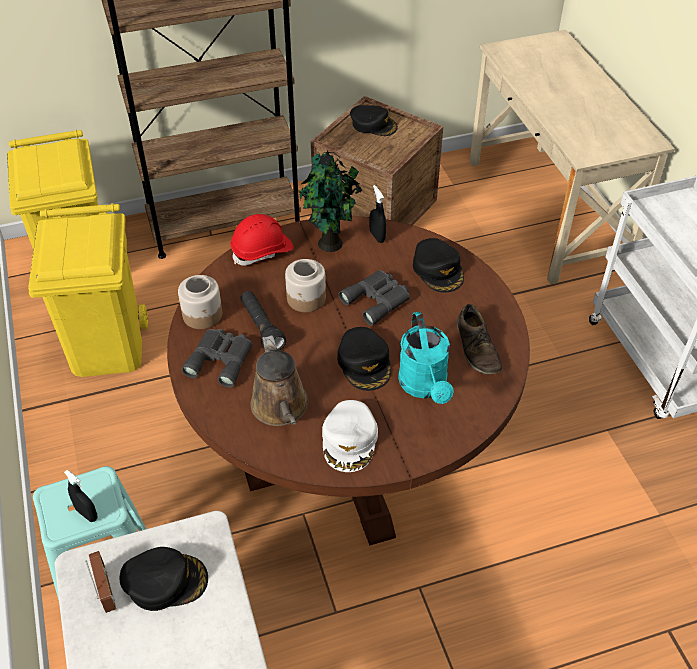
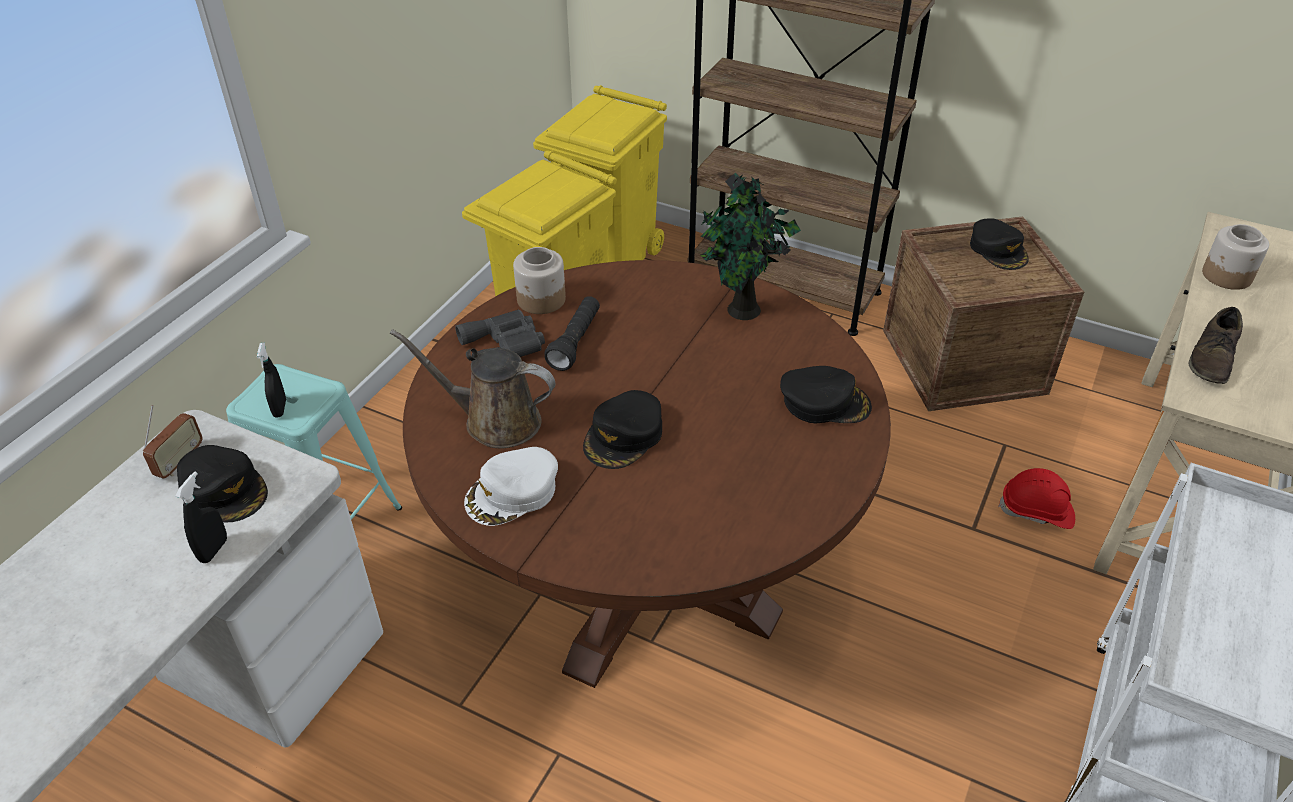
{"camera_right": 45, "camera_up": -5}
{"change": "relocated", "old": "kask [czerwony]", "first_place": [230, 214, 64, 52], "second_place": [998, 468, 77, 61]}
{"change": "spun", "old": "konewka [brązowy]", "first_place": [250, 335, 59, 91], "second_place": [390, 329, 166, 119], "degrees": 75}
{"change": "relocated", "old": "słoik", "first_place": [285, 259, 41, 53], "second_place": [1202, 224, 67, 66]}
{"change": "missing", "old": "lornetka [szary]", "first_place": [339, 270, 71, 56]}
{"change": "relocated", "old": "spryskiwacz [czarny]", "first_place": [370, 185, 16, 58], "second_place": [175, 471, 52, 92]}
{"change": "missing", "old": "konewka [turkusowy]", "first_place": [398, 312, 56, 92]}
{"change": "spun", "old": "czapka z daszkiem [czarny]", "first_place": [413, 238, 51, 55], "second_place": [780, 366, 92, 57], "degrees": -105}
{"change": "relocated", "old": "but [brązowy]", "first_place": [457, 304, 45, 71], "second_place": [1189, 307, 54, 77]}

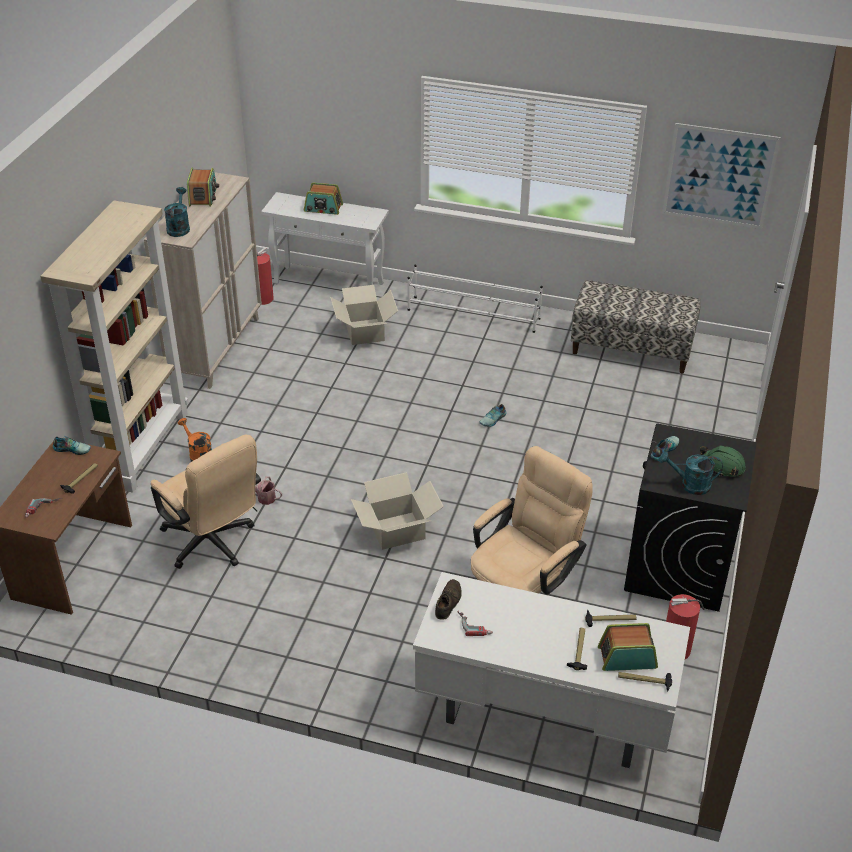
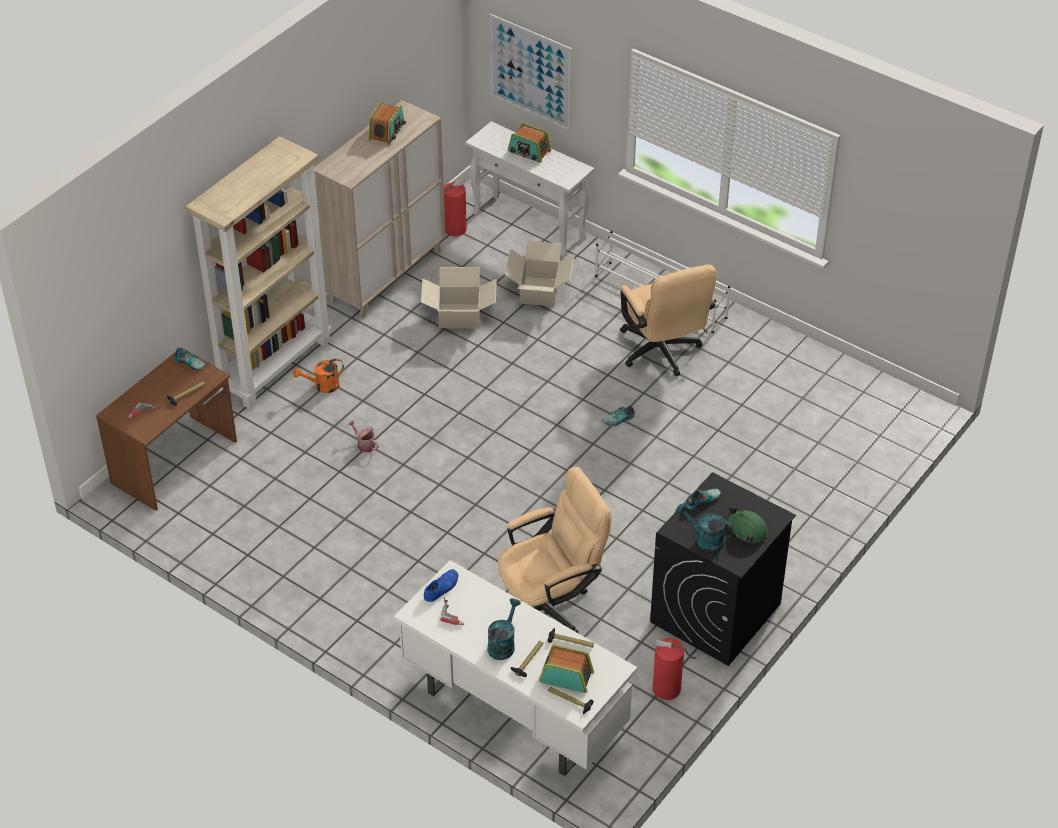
{"camera_right": 20, "camera_up": 5}
{"change": "relocated", "old": "krzesło biurowe [beżowy]", "first_place": [151, 435, 110, 134], "second_place": [620, 264, 96, 112]}
{"change": "relocated", "old": "konewka [turkusowy]", "first_place": [164, 187, 26, 50], "second_place": [488, 598, 33, 62]}
{"change": "spun", "old": "konewka [pomarańczowy]", "first_place": [178, 418, 34, 44], "second_place": [293, 358, 51, 35], "degrees": -90}
{"change": "relocated", "old": "karton", "first_place": [351, 472, 93, 78], "second_place": [421, 267, 76, 61]}
{"change": "colour", "old": "but [brązowy]", "new": "but [niebieski]", "first_place": [435, 579, 27, 41], "second_place": [424, 569, 34, 33]}
{"change": "missing", "old": "ławka", "first_place": [571, 280, 130, 93]}
{"change": "relocated", "old": "obraz", "first_place": [662, 123, 119, 106], "second_place": [490, 14, 82, 117]}

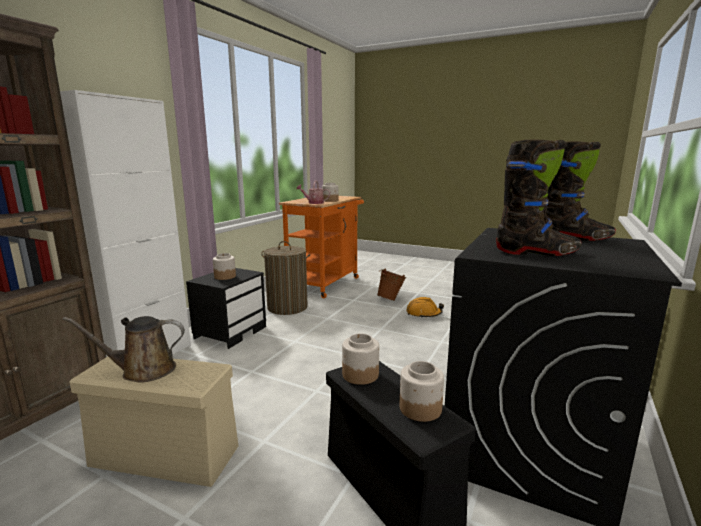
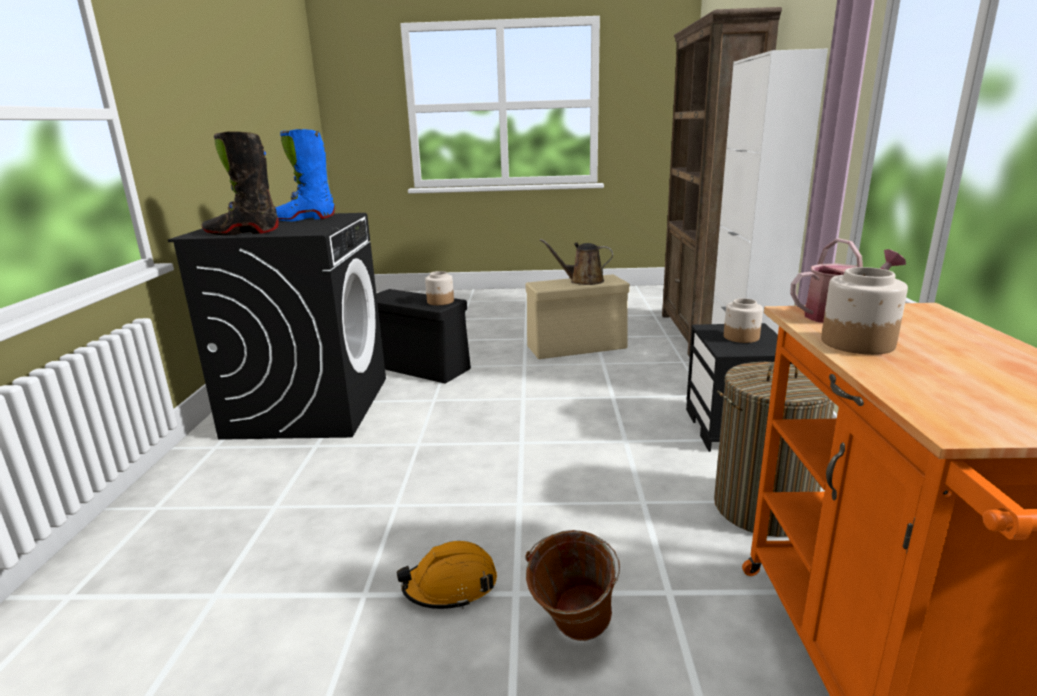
{"camera_right": 155, "camera_up": 5}
{"change": "spun", "old": "konewka [brązowy]", "first_place": [62, 316, 123, 67], "second_place": [540, 239, 73, 46], "degrees": -135}
{"change": "missing", "old": "słoik", "first_place": [400, 361, 44, 61]}
{"change": "colour", "old": "but z cholewką [czarny]", "new": "but z cholewką [niebieski]", "first_place": [496, 139, 86, 117], "second_place": [275, 129, 60, 92]}

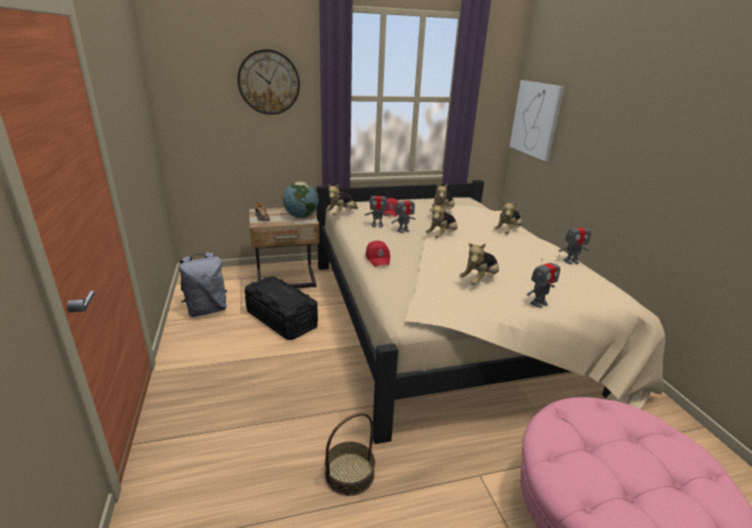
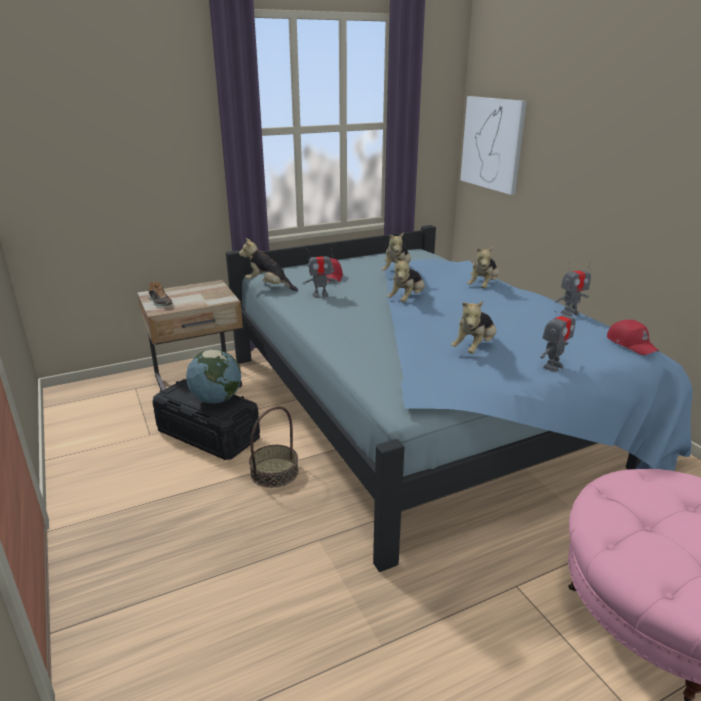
{"camera_right": -10, "camera_up": 0}
{"change": "missing", "old": "plecak [szary]", "first_place": [179, 252, 48, 65]}
{"change": "missing", "old": "zegar ścienny", "first_place": [238, 49, 62, 66]}
{"change": "relocated", "old": "globus", "first_place": [283, 182, 36, 36], "second_place": [186, 349, 55, 55]}
{"change": "colour", "old": "łóżko [beżowy]", "new": "łóżko [niebieski]", "first_place": [316, 180, 349, 264], "second_place": [226, 225, 467, 347]}
{"change": "relocated", "old": "koszyk", "first_place": [325, 413, 50, 83], "second_place": [249, 406, 50, 82]}
{"change": "spun", "old": "pluszak", "first_place": [326, 184, 32, 31], "second_place": [239, 238, 59, 53], "degrees": 90}
{"change": "relocated", "old": "czapka z daszkiem [czerwony]", "first_place": [366, 241, 24, 26], "second_place": [607, 320, 52, 35]}
{"change": "missing", "old": "robot zabawkowy", "first_place": [391, 195, 25, 38]}

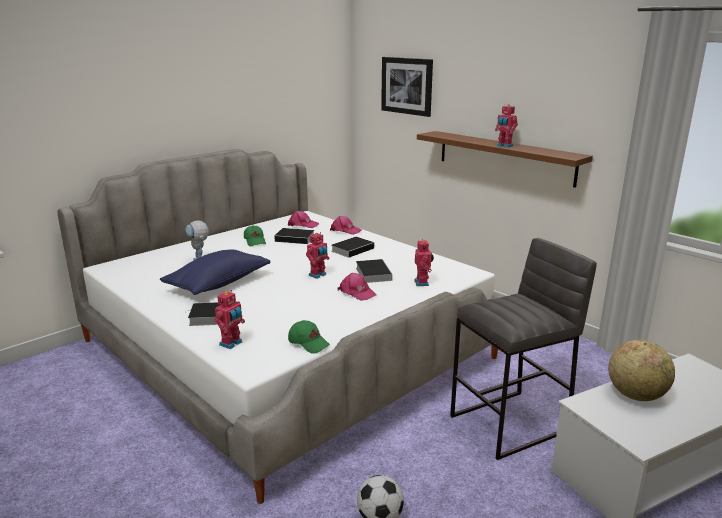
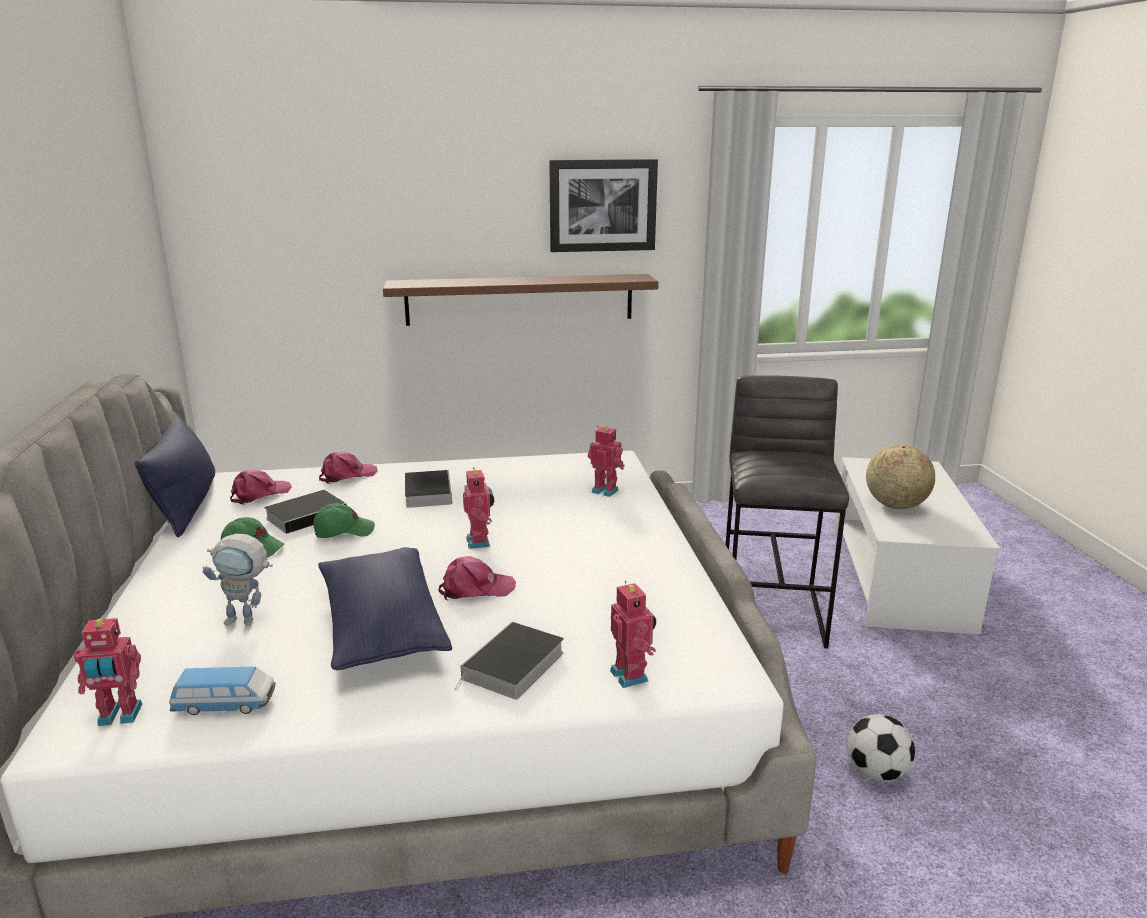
{"camera_right": -55, "camera_up": 0}
{"change": "relocated", "old": "czapka z daszkiem [zielony]", "first_place": [288, 320, 42, 34], "second_place": [313, 503, 62, 35]}
{"change": "relocated", "old": "czapka z daszkiem [różowy]", "first_place": [337, 273, 40, 28], "second_place": [438, 556, 78, 44]}
{"change": "missing", "old": "książka", "first_place": [356, 259, 36, 24]}
{"change": "relocated", "old": "obraz", "first_place": [381, 57, 52, 60], "second_place": [549, 159, 109, 93]}
{"change": "relocated", "old": "robot zabawkowy", "first_place": [495, 104, 23, 44], "second_place": [74, 618, 68, 108]}
{"change": "appeared", "new": "poduszka [niebieski]", "second_place": [135, 410, 80, 127]}
{"change": "appeared", "new": "samochodzik", "second_place": [169, 667, 106, 48]}

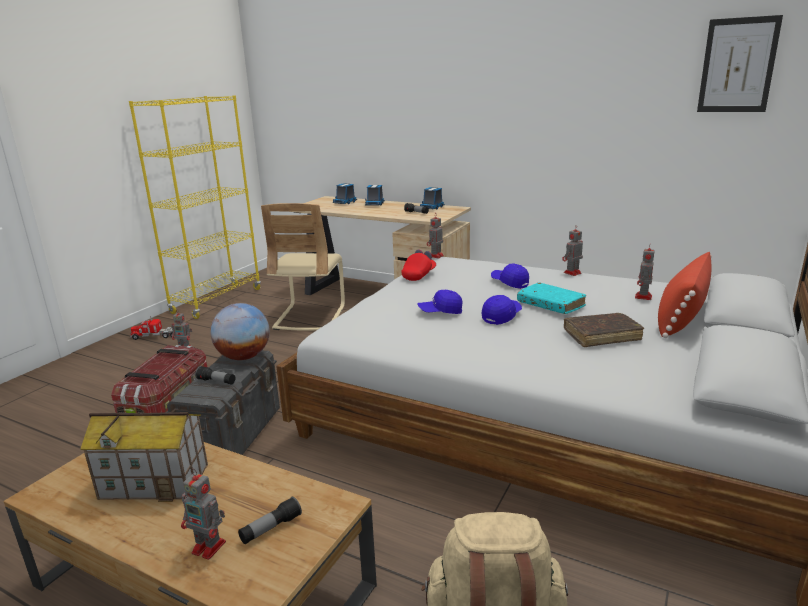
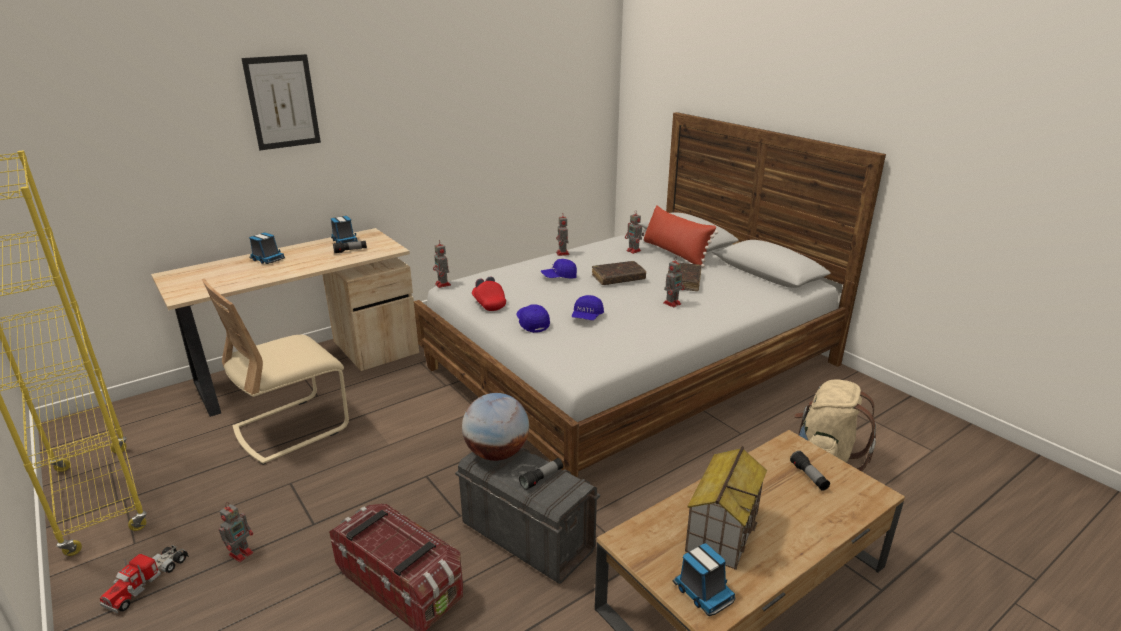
{"camera_right": -65, "camera_up": 5}
{"change": "relocated", "old": "robot zabawkowy", "first_place": [181, 468, 45, 92], "second_place": [663, 257, 22, 51]}
{"change": "spun", "old": "krzesło [beżowy]", "first_place": [261, 203, 84, 128], "second_place": [202, 278, 147, 187], "degrees": 105}
{"change": "relocated", "old": "ciężarówka zabawkowa", "first_place": [333, 183, 24, 21], "second_place": [673, 543, 62, 73]}
{"change": "relocated", "old": "czapka z daszkiem [niebieski]", "first_place": [482, 295, 40, 30], "second_place": [516, 304, 34, 29]}
{"change": "colour", "old": "książka [turkusowy]", "new": "książka [brązowy]", "first_place": [517, 282, 69, 32], "second_place": [592, 261, 54, 24]}
{"change": "relocated", "old": "obraz", "first_place": [697, 15, 86, 97], "second_place": [241, 54, 80, 96]}

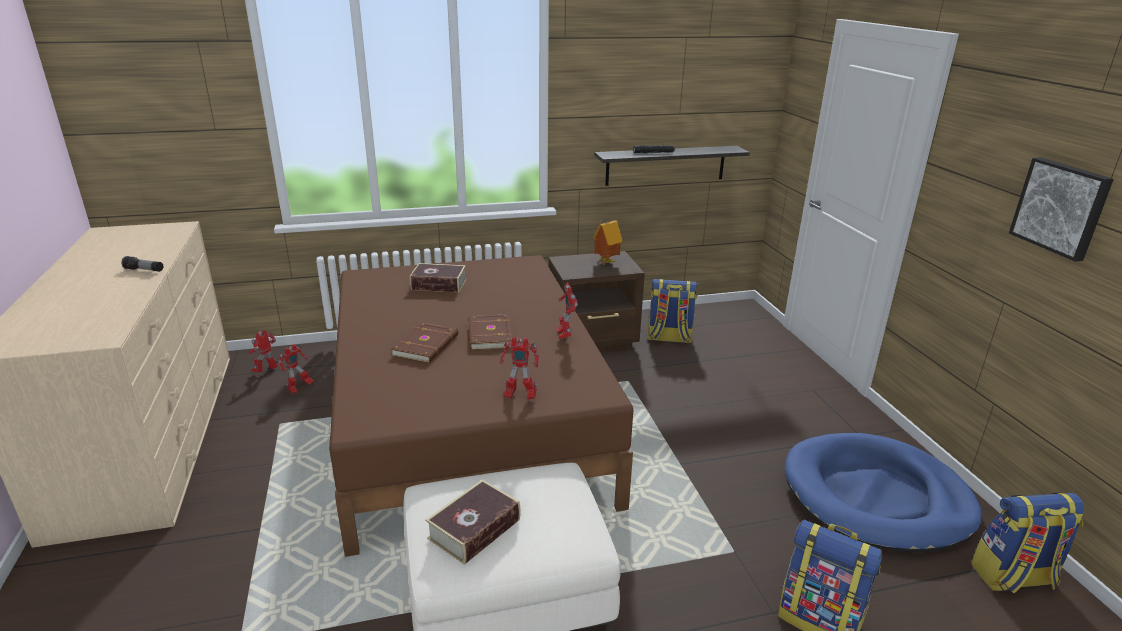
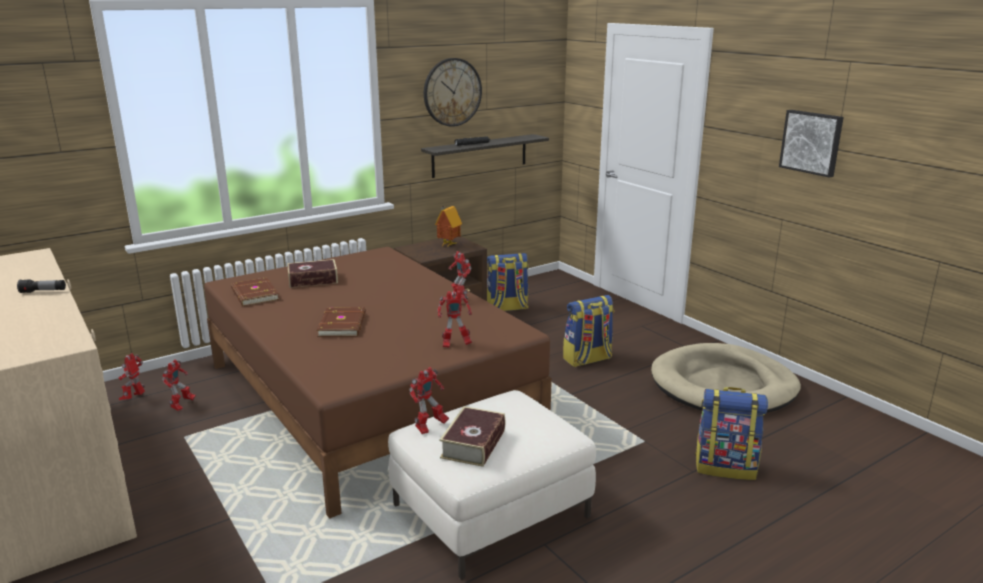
{"camera_right": -20, "camera_up": -5}
{"change": "relocated", "old": "książka [brązowy]", "first_place": [468, 314, 45, 36], "second_place": [231, 277, 48, 29]}
{"change": "colour", "old": "legowisko [niebieski]", "new": "legowisko [beżowy]", "first_place": [784, 433, 198, 119], "second_place": [651, 343, 150, 70]}
{"change": "relocated", "old": "plecak", "first_place": [971, 492, 113, 101], "second_place": [563, 295, 51, 72]}
{"change": "appeared", "new": "robot zabawkowy", "second_place": [409, 367, 40, 67]}
{"change": "appeared", "new": "zegar ścienny", "second_place": [424, 58, 58, 69]}

